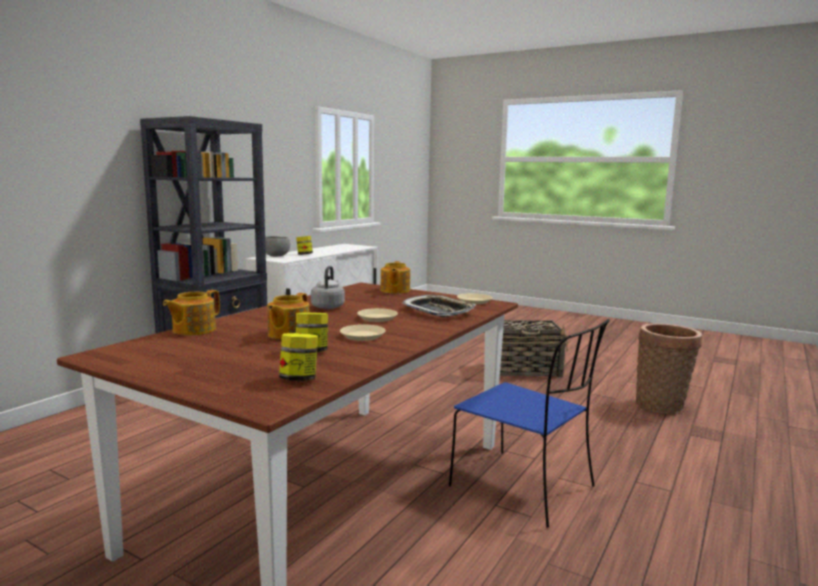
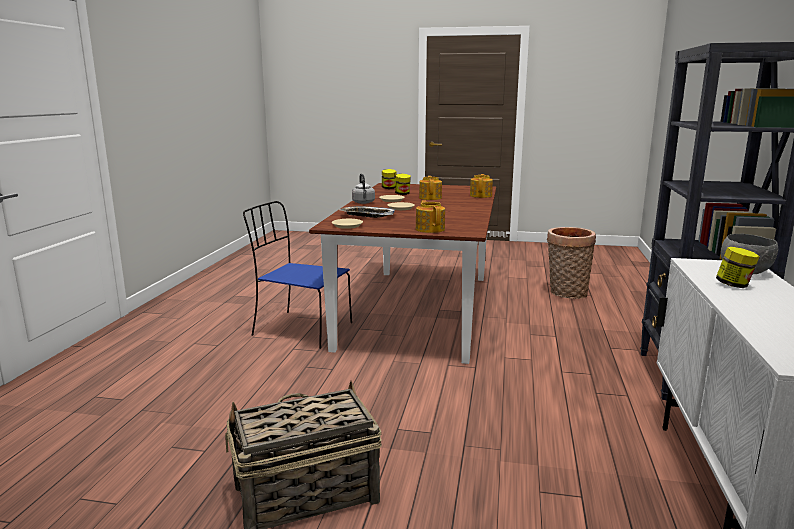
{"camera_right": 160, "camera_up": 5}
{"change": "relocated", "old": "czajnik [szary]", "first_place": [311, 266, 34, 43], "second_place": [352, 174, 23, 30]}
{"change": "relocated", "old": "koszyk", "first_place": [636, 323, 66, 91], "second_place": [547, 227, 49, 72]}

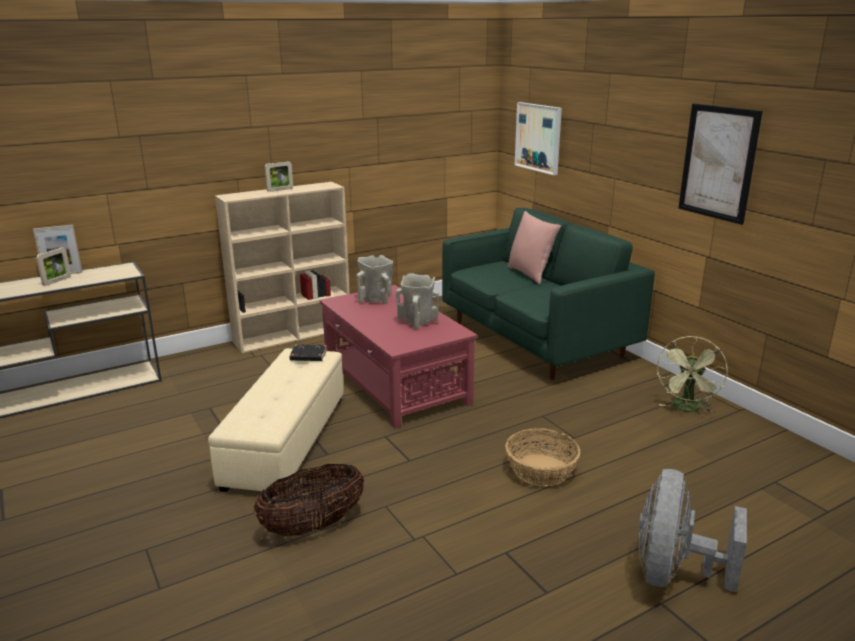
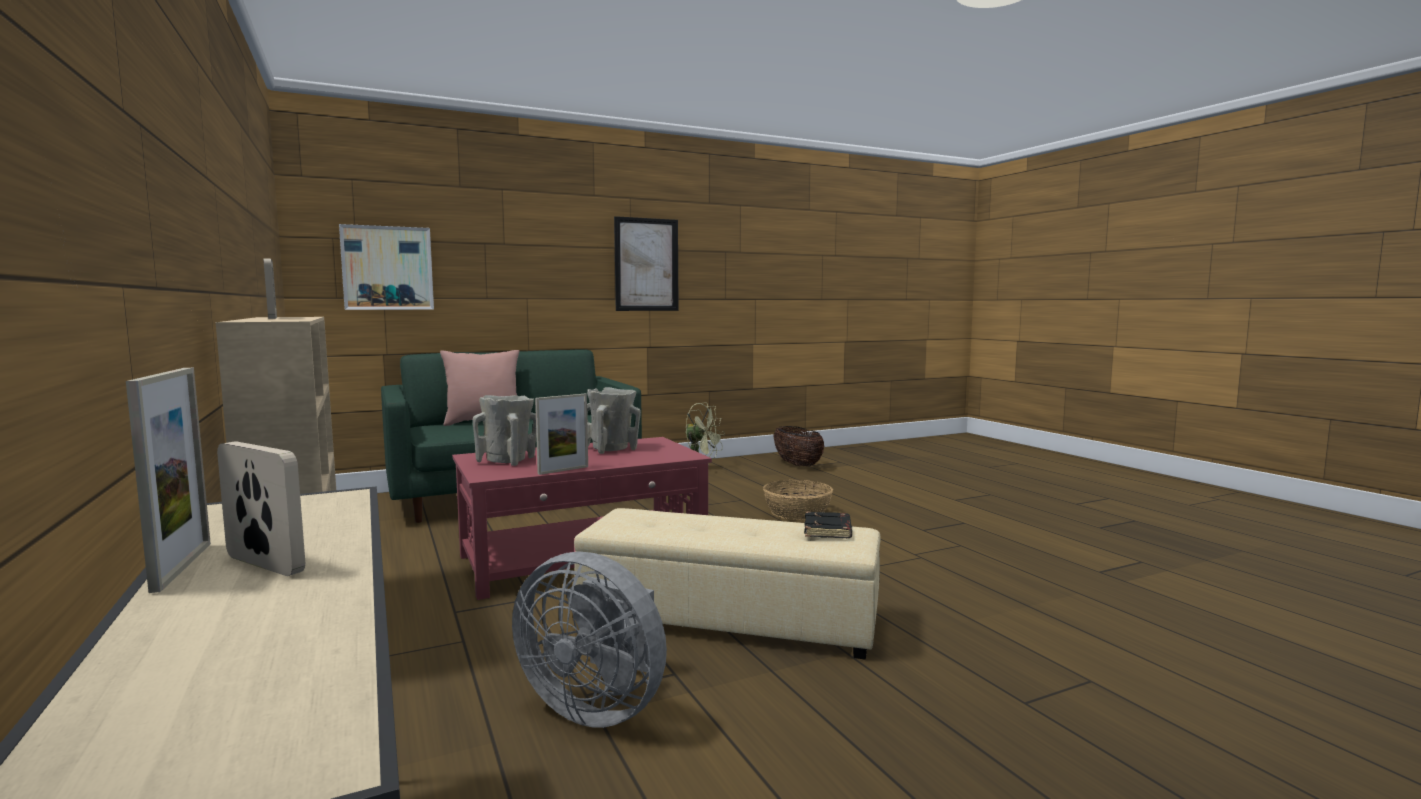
{"camera_right": -85, "camera_up": -15}
{"change": "relocated", "old": "koszyk", "first_place": [254, 463, 110, 73], "second_place": [773, 426, 51, 40]}
{"change": "relocated", "old": "książka [czarny]", "first_place": [290, 344, 37, 17], "second_place": [804, 512, 48, 26]}
{"change": "relocated", "old": "wentylator [szary]", "first_place": [639, 469, 108, 123], "second_place": [512, 551, 155, 177]}
{"change": "appeared", "new": "ramka na zdjęcie", "second_place": [535, 394, 53, 81]}

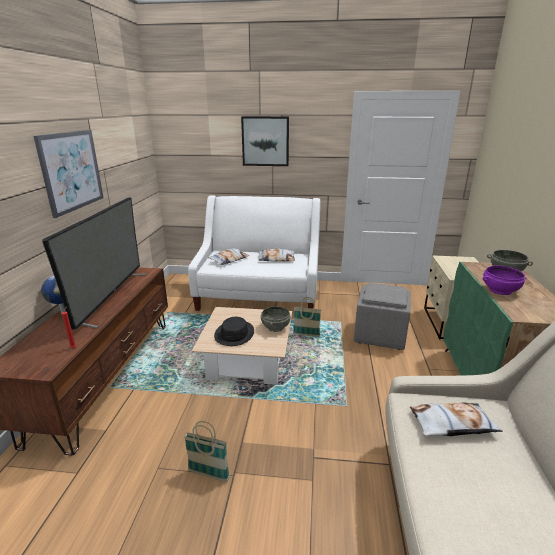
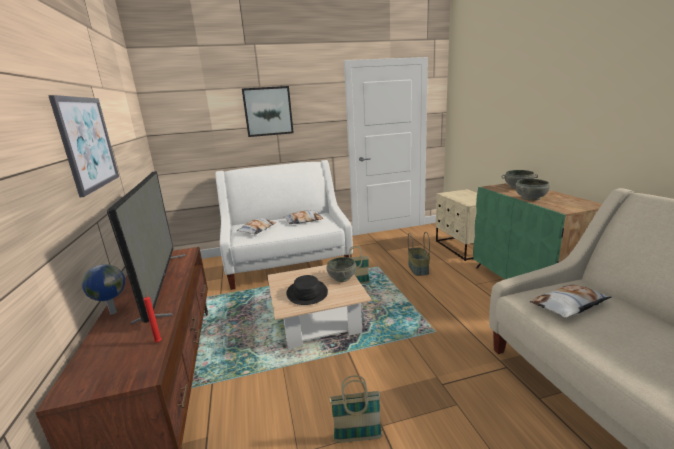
{"camera_right": -20, "camera_up": -5}
{"change": "exchanged", "old": "pufa [szary]", "new": "koszyk", "first_place": [354, 283, 57, 67], "second_place": [408, 232, 22, 44]}
{"change": "colour", "old": "miska [fioletowy]", "new": "miska [szary]", "first_place": [482, 266, 43, 29], "second_place": [515, 179, 35, 22]}

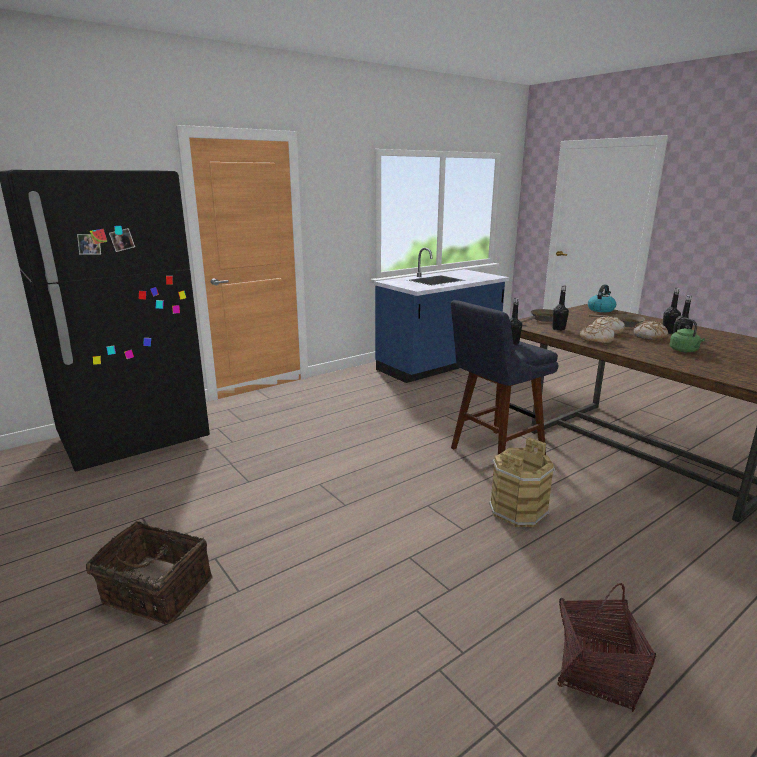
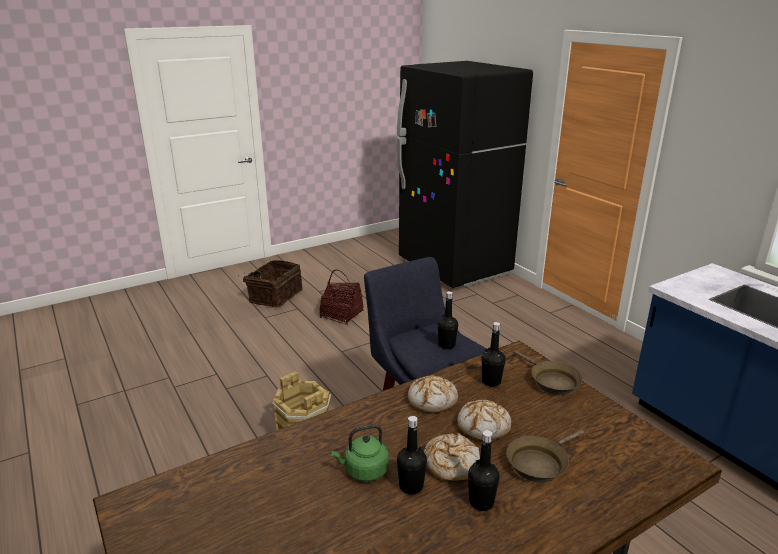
{"camera_right": 95, "camera_up": 5}
{"change": "relocated", "old": "koszyk", "first_place": [557, 583, 99, 129], "second_place": [319, 270, 45, 55]}
{"change": "missing", "old": "czajnik", "first_place": [588, 284, 28, 28]}

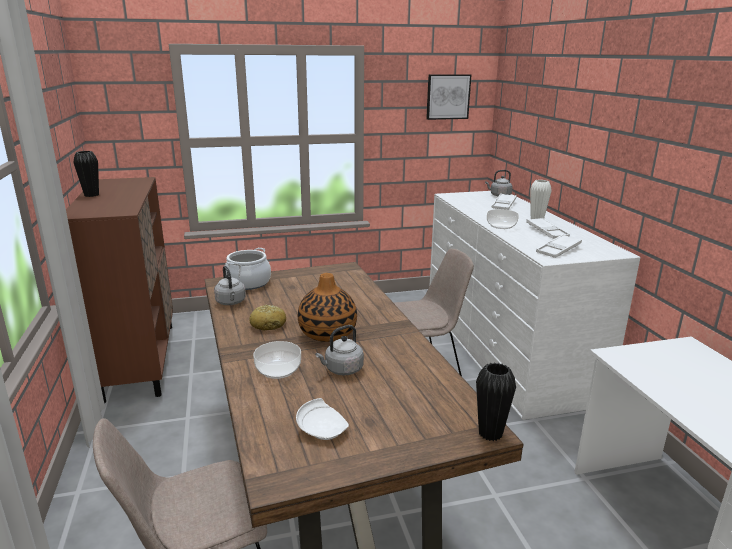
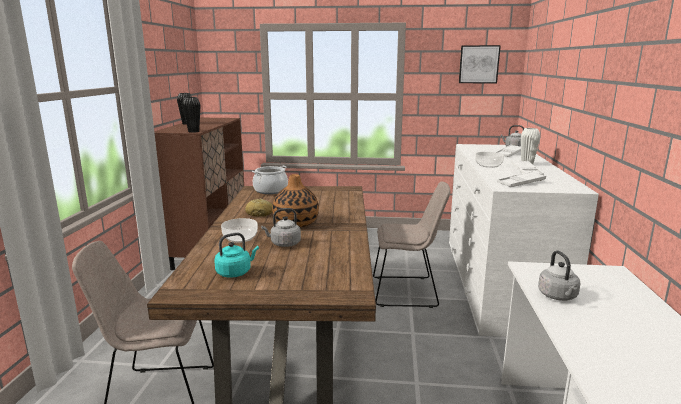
{"camera_right": 20, "camera_up": -5}
{"change": "relocated", "old": "czajnik [szary]", "first_place": [214, 266, 32, 39], "second_place": [538, 250, 43, 51]}
{"change": "exchanged", "old": "talerz [biały]", "new": "czajnik [turkusowy]", "first_place": [296, 398, 53, 42], "second_place": [214, 233, 45, 45]}
{"change": "relocated", "old": "wazon [czarny]", "first_place": [476, 363, 40, 78], "second_place": [182, 97, 18, 36]}

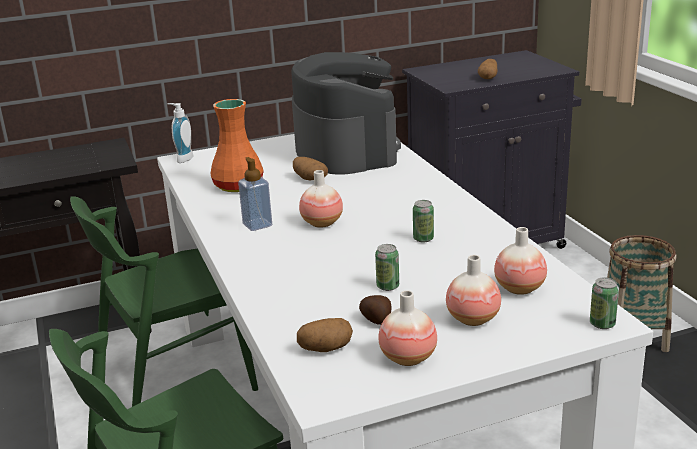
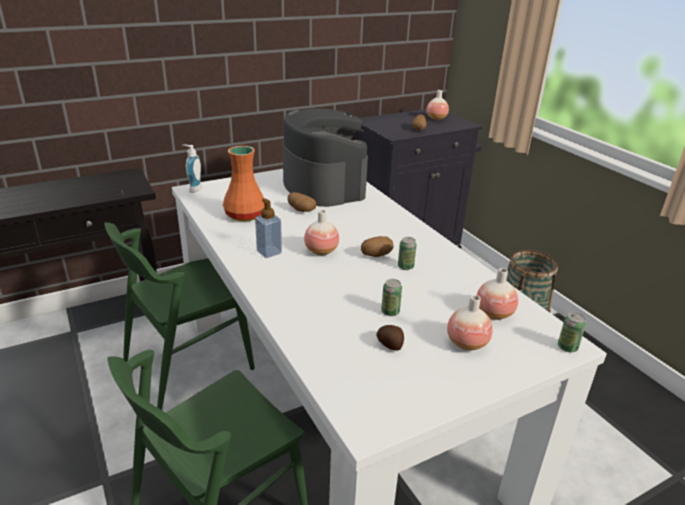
{"camera_right": -10, "camera_up": 5}
{"change": "relocated", "old": "ziemniak", "first_place": [297, 318, 56, 34], "second_place": [361, 236, 33, 21]}
{"change": "relocated", "old": "wazon", "first_place": [378, 290, 59, 76], "second_place": [426, 90, 23, 30]}

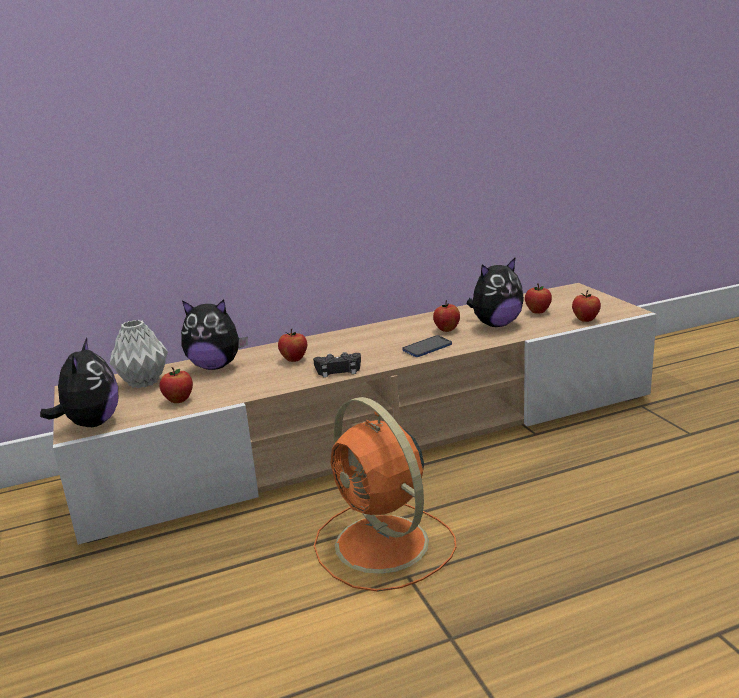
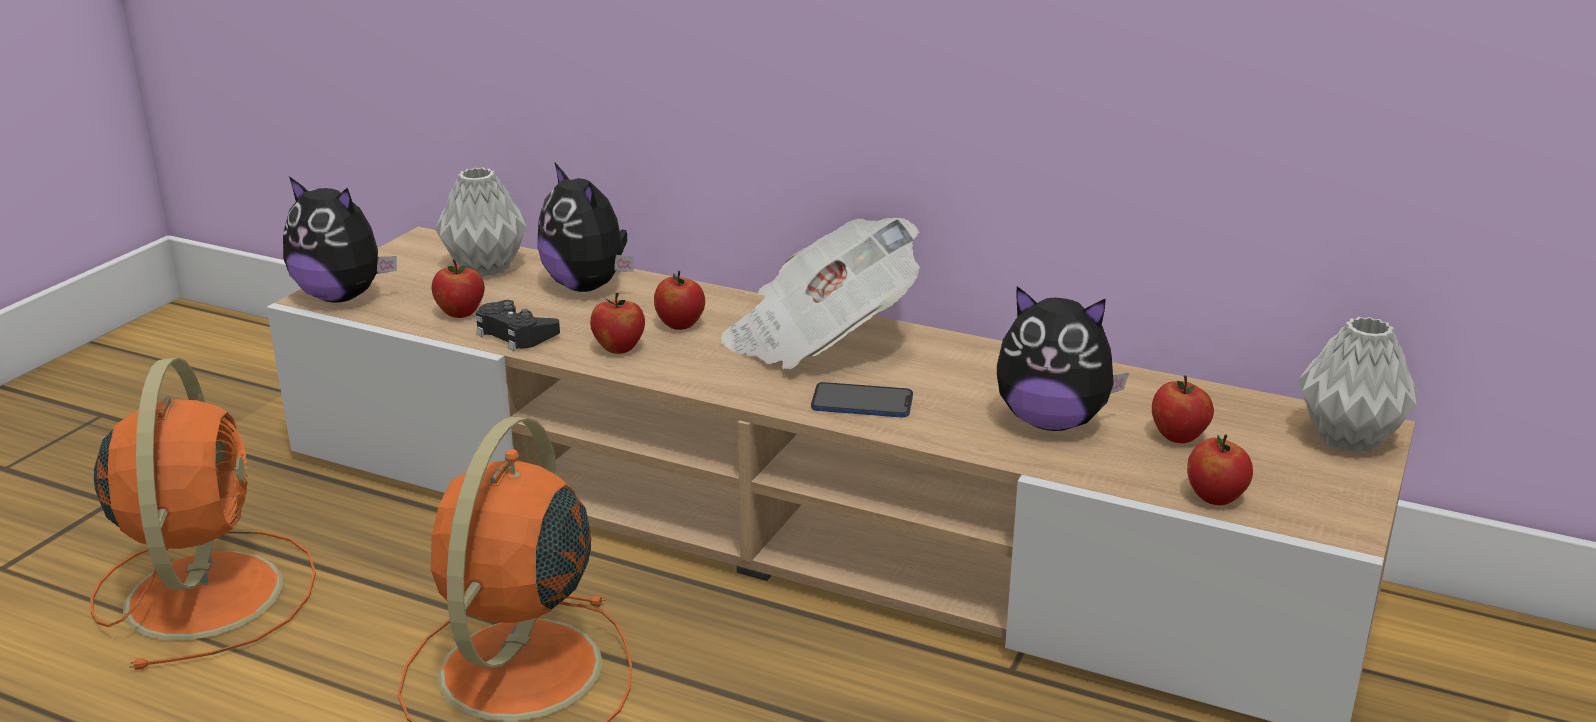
{"camera_right": 45, "camera_up": 5}
{"change": "spun", "old": "pluszak", "first_place": [40, 338, 78, 89], "second_place": [283, 176, 114, 126], "degrees": 75}
{"change": "relocated", "old": "pad do gier [czarny]", "first_place": [313, 352, 48, 25], "second_place": [476, 300, 84, 51]}
{"change": "relocated", "old": "jabłko", "first_place": [433, 300, 27, 32], "second_place": [590, 293, 55, 61]}
{"change": "appeared", "new": "wentylator [pomarańczowy]", "second_place": [90, 358, 226, 312]}
{"change": "appeared", "new": "gazeta", "second_place": [721, 218, 199, 151]}
{"change": "appeared", "new": "wazon [szary]", "second_place": [1299, 317, 119, 137]}

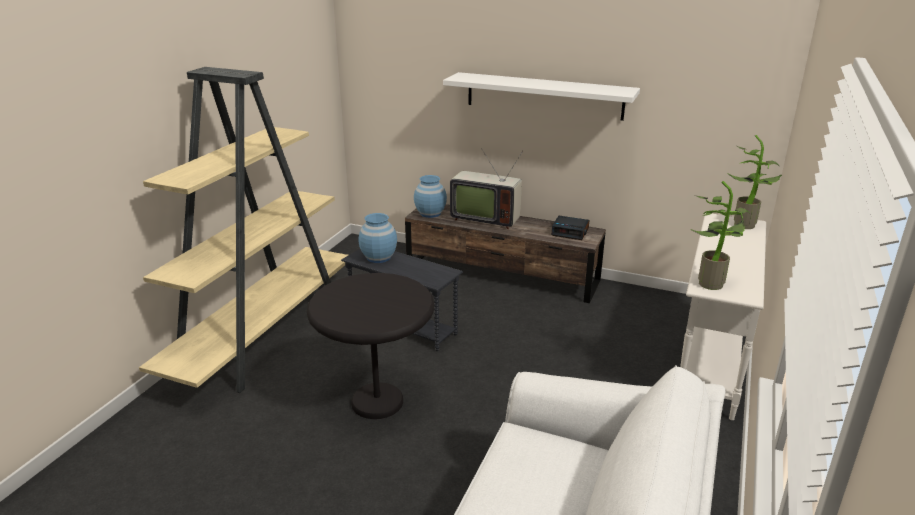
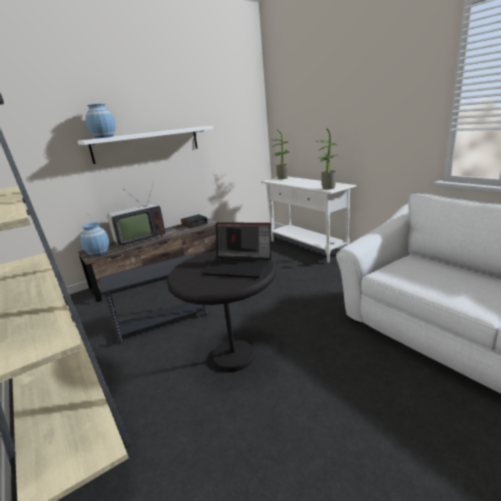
{"camera_right": -55, "camera_up": -5}
{"change": "relocated", "old": "wazon [niebieski]", "first_place": [358, 213, 39, 50], "second_place": [85, 104, 30, 35]}
{"change": "appeared", "new": "laptop", "second_place": [202, 223, 69, 55]}

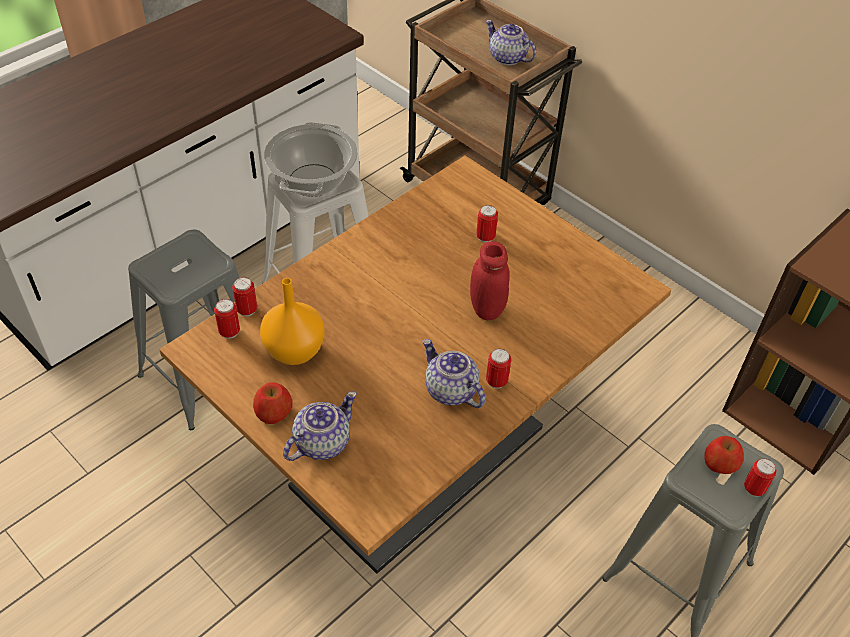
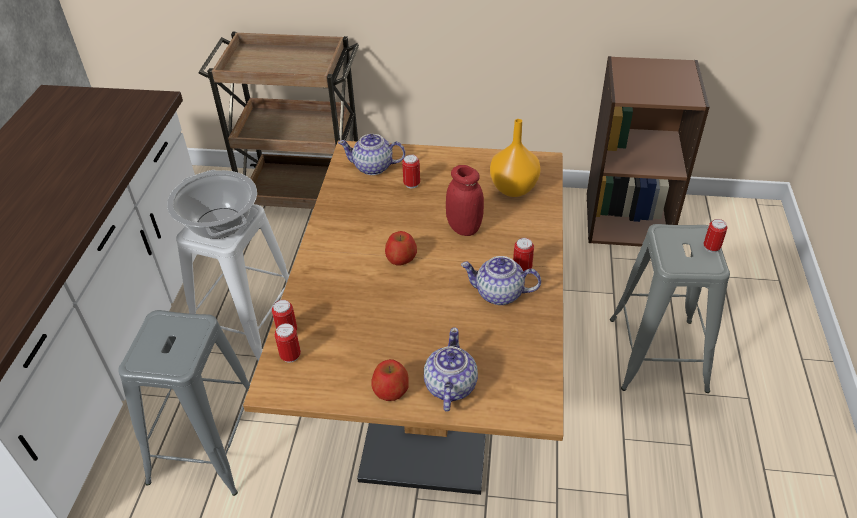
{"camera_right": -35, "camera_up": -5}
{"change": "relocated", "old": "wazon [pomarańczowy]", "first_place": [260, 278, 65, 87], "second_place": [490, 119, 51, 78]}
{"change": "relocated", "old": "imbryk", "first_place": [485, 20, 51, 45], "second_place": [338, 134, 67, 41]}
{"change": "relocated", "old": "jabłko", "first_place": [704, 436, 40, 38], "second_place": [385, 231, 32, 35]}

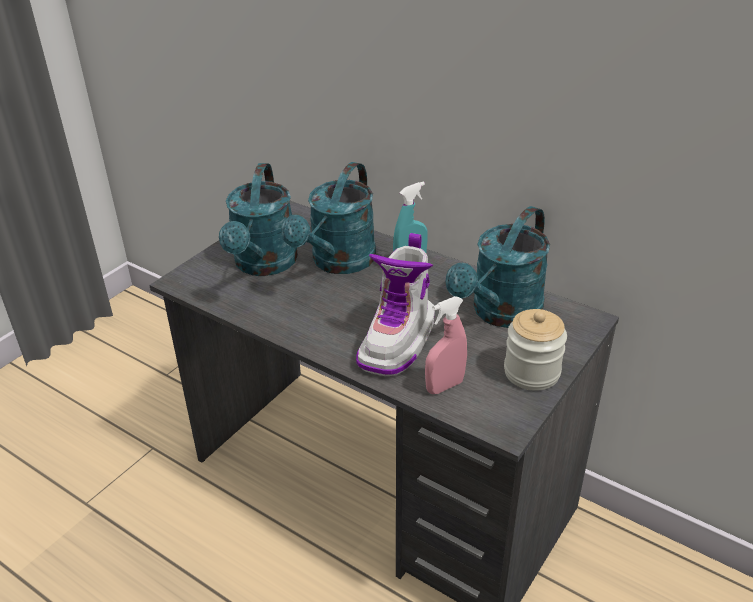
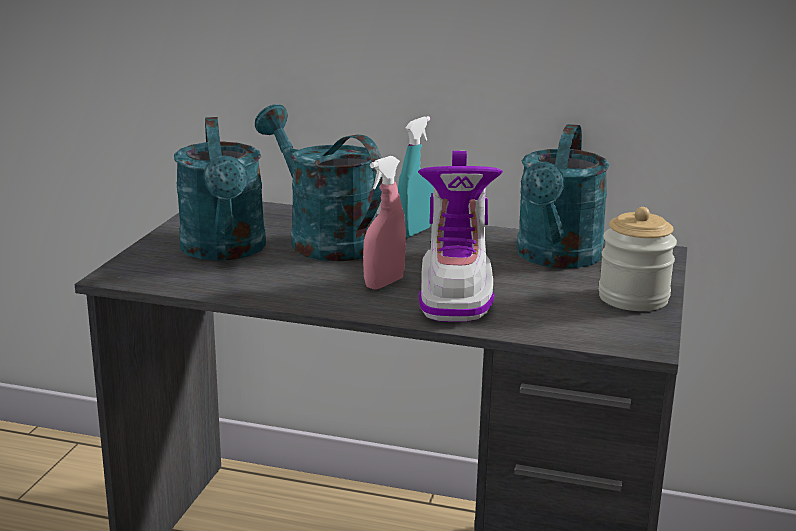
{"camera_right": -20, "camera_up": -15}
{"change": "spun", "old": "konewka [turkusowy]", "first_place": [281, 162, 95, 112], "second_place": [255, 104, 127, 158], "degrees": 135}
{"change": "relocated", "old": "spryskiwacz [różowy]", "first_place": [425, 296, 42, 98], "second_place": [363, 156, 43, 134]}

